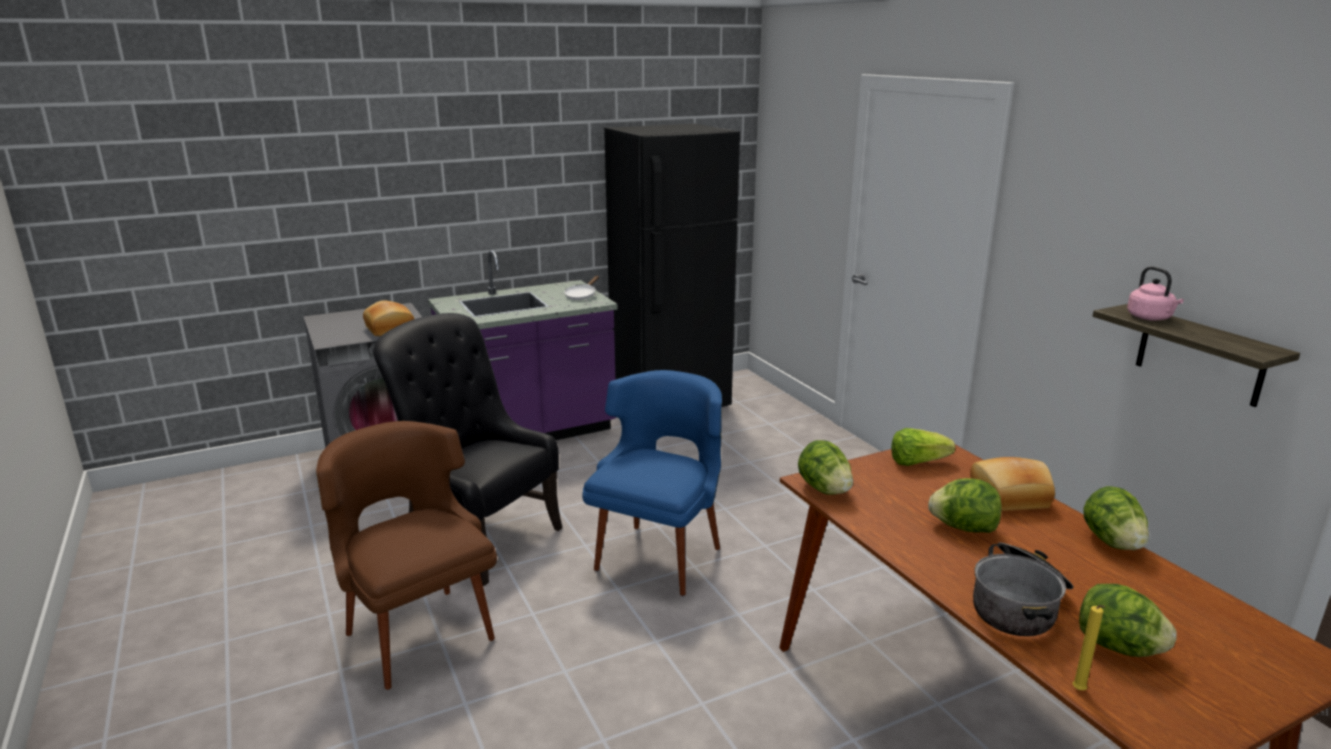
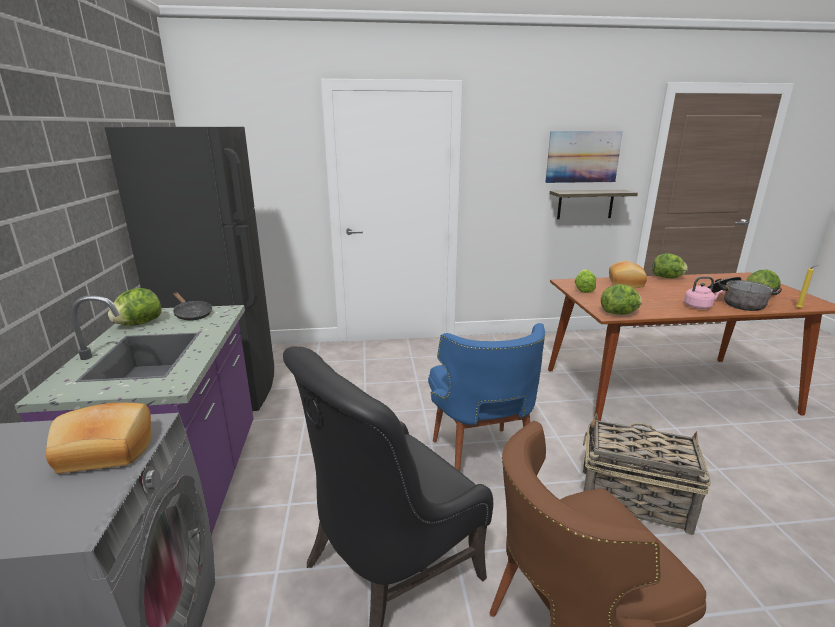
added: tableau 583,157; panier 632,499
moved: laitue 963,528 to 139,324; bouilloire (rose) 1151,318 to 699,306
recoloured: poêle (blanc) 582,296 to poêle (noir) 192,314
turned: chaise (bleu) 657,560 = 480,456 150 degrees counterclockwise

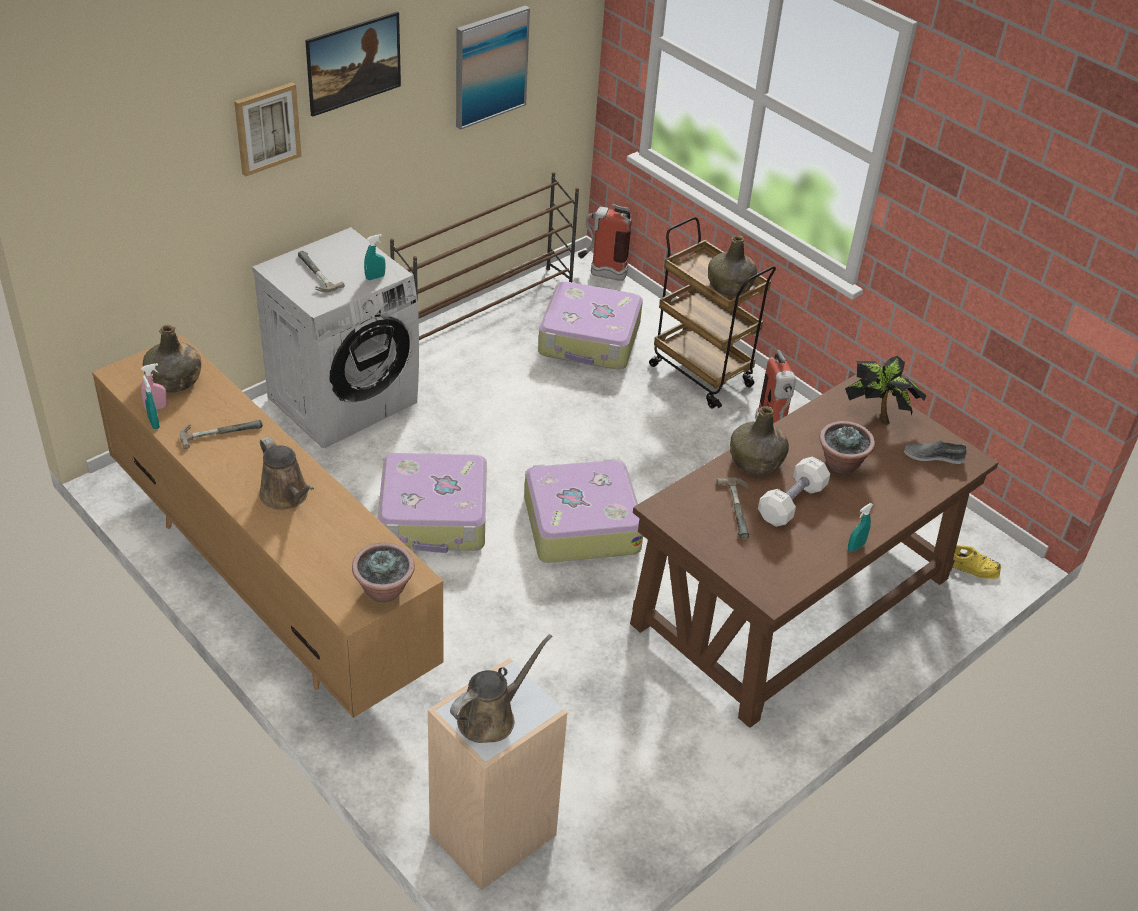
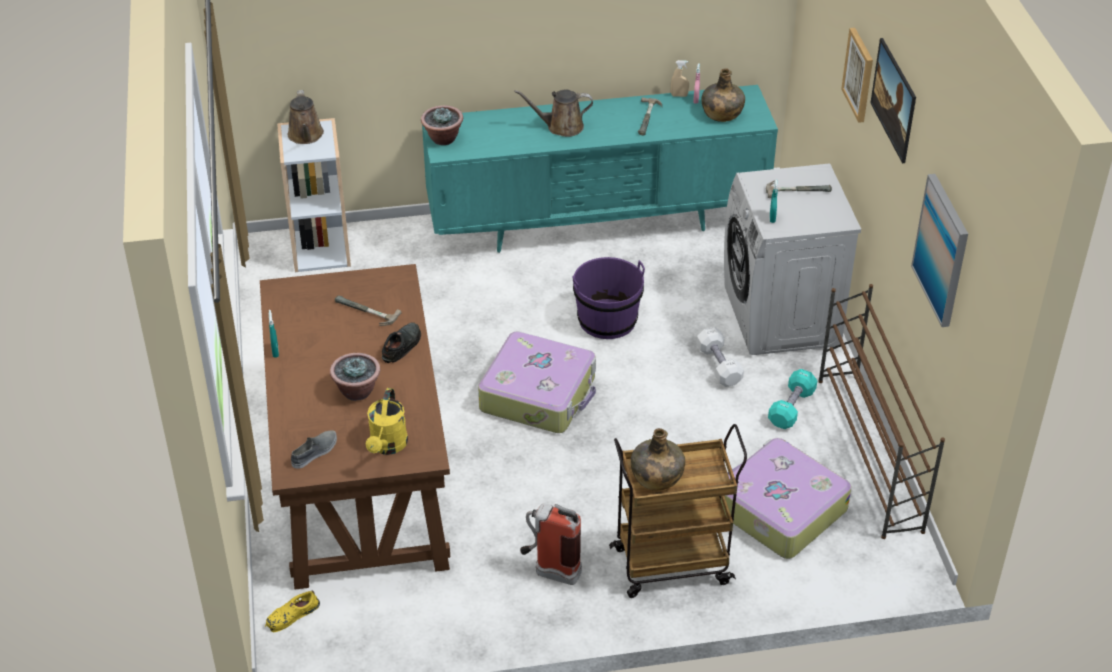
removed: extincteur 601,273
added: haltère (turquoise) 791,408
moved: haltère (blanc) 791,503 to 719,366
replaced: valise 434,516 to seau (violet) 607,320; bouteille (vert) 756,462 to chaussure (noir) 402,345; plante en pot 878,416 to arrosoir (jaune) 387,446
recoloured: meuble de rangement (marron) 267,587 to meuble de rangement (turquoise) 598,223; vaporisateur (turquoise) 154,423 to vaporisateur (beige) 679,95

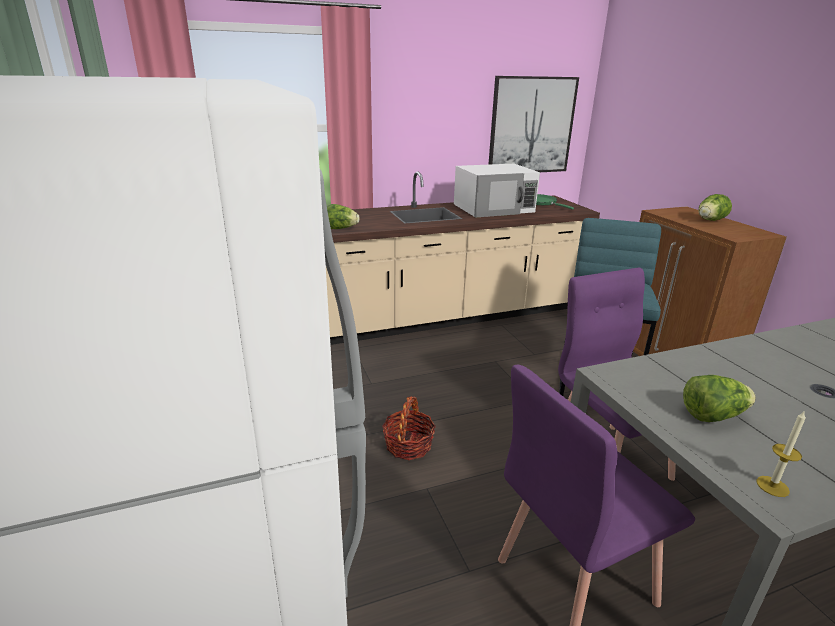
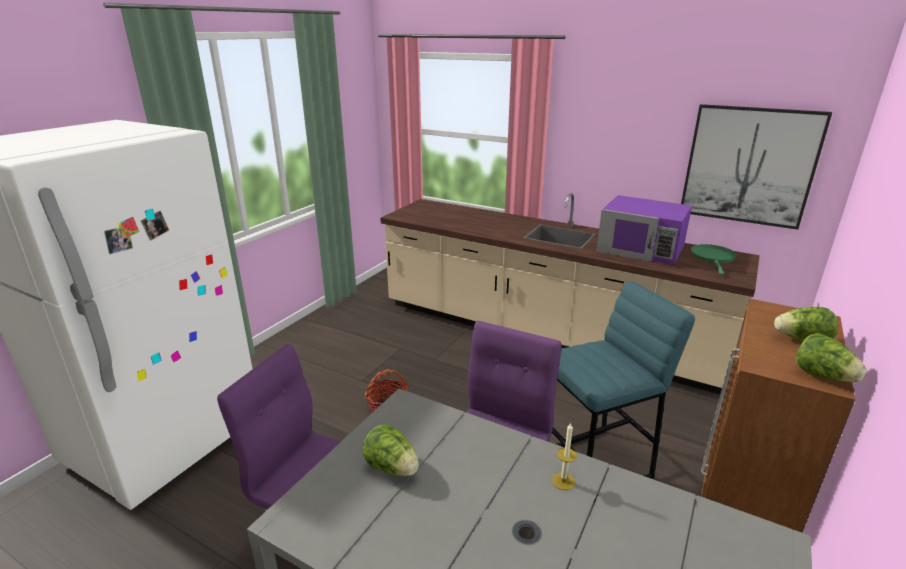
moved: laitue 340,228 to 823,376; bougie 772,486 to 563,481
recoloured: micro-ondes (blanc) 494,208 to micro-ondes (violet) 641,248

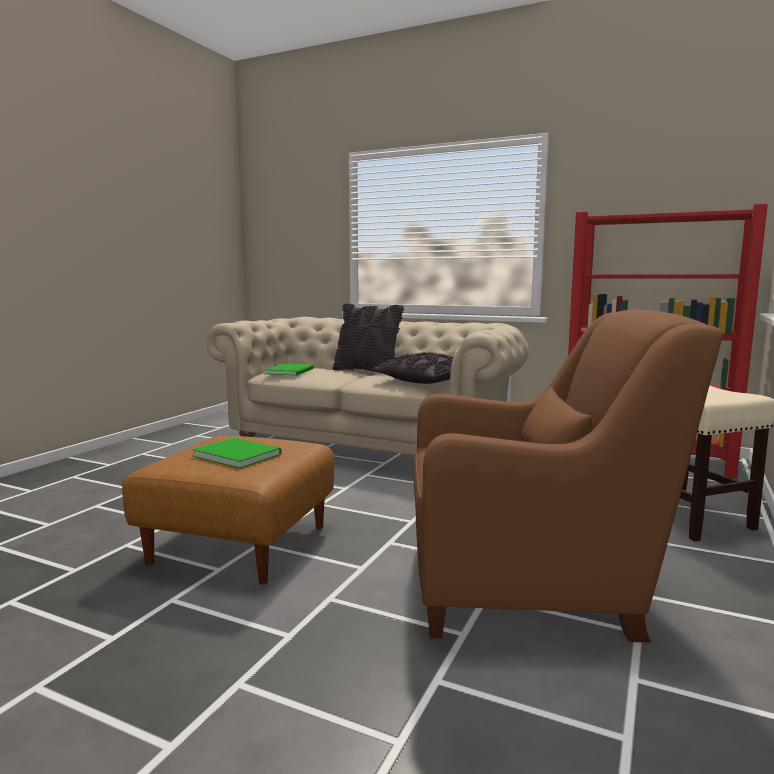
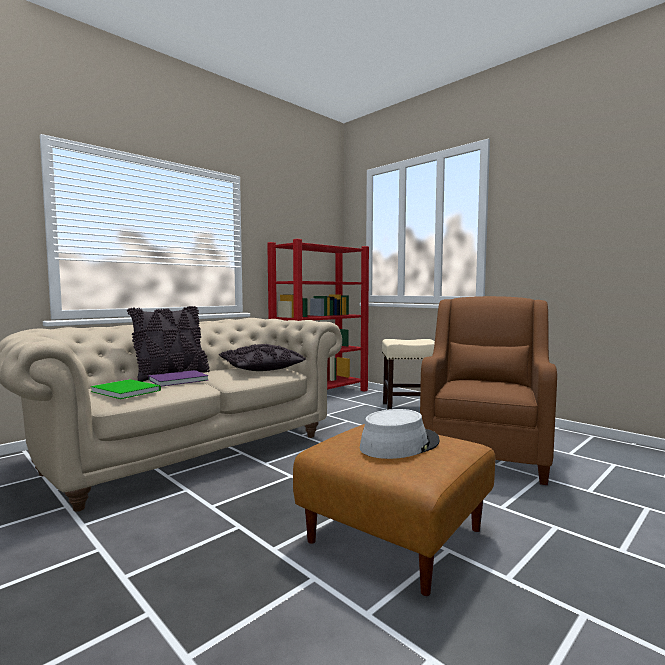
added: livre (violet) 176,380
replaced: livre (vert) 237,454 to chapeau (gris) 399,444

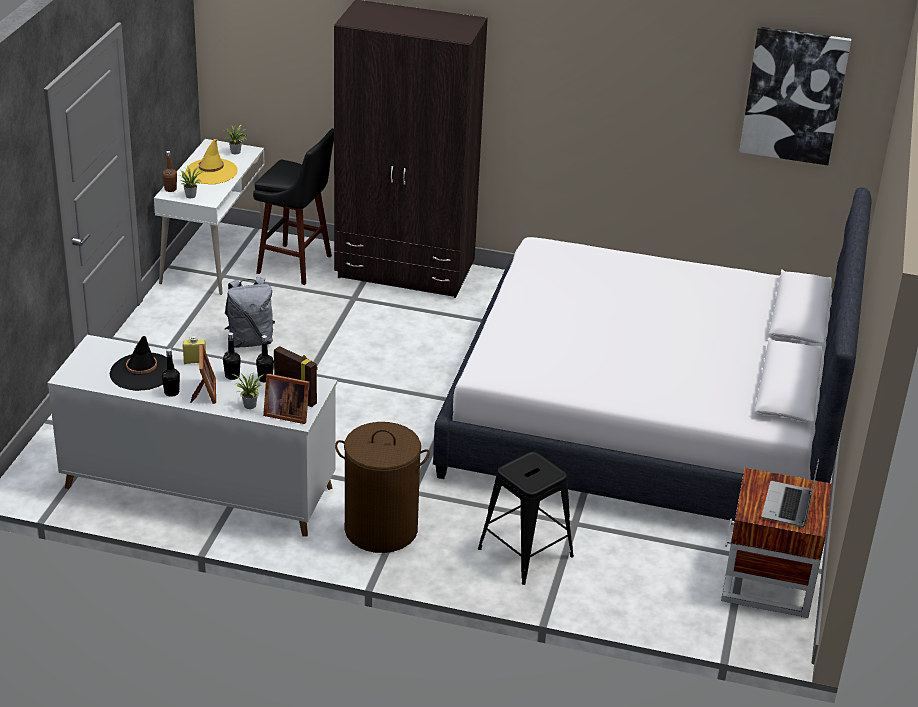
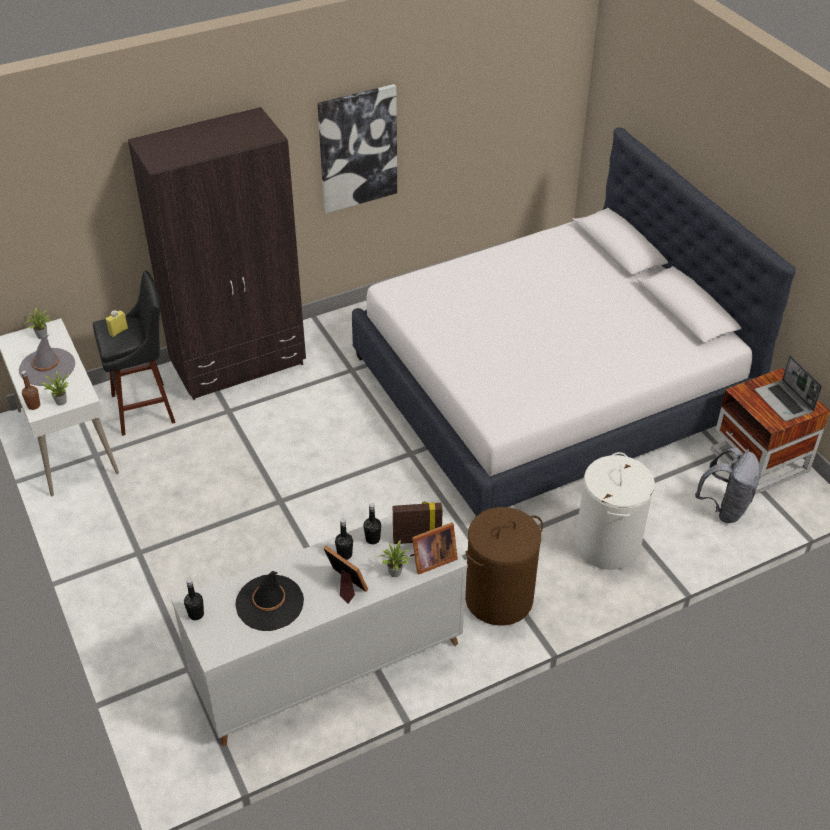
moved: bouteille (noir) 171,392 to 196,614; bouteille (jaune) 195,361 to 118,331; sac à dos (gris) 250,341 to 724,508; tableau 794,95 to 358,148
replaced: tabouret (noir) 525,552 to panier à linge (blanc) 607,545
recoloured: chapeau (jaune) 211,172 to chapeau (gris) 47,367

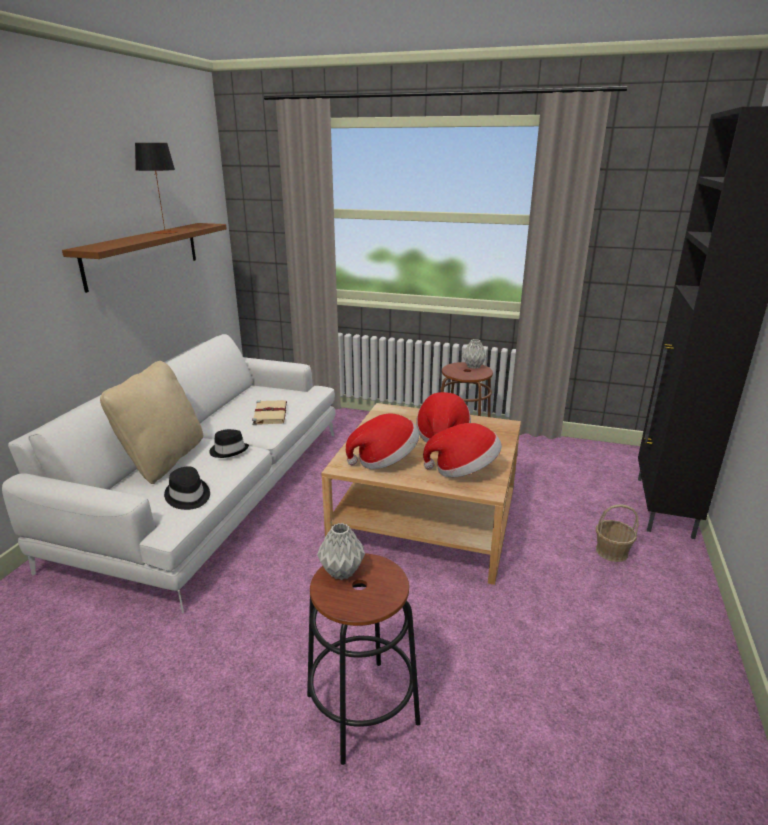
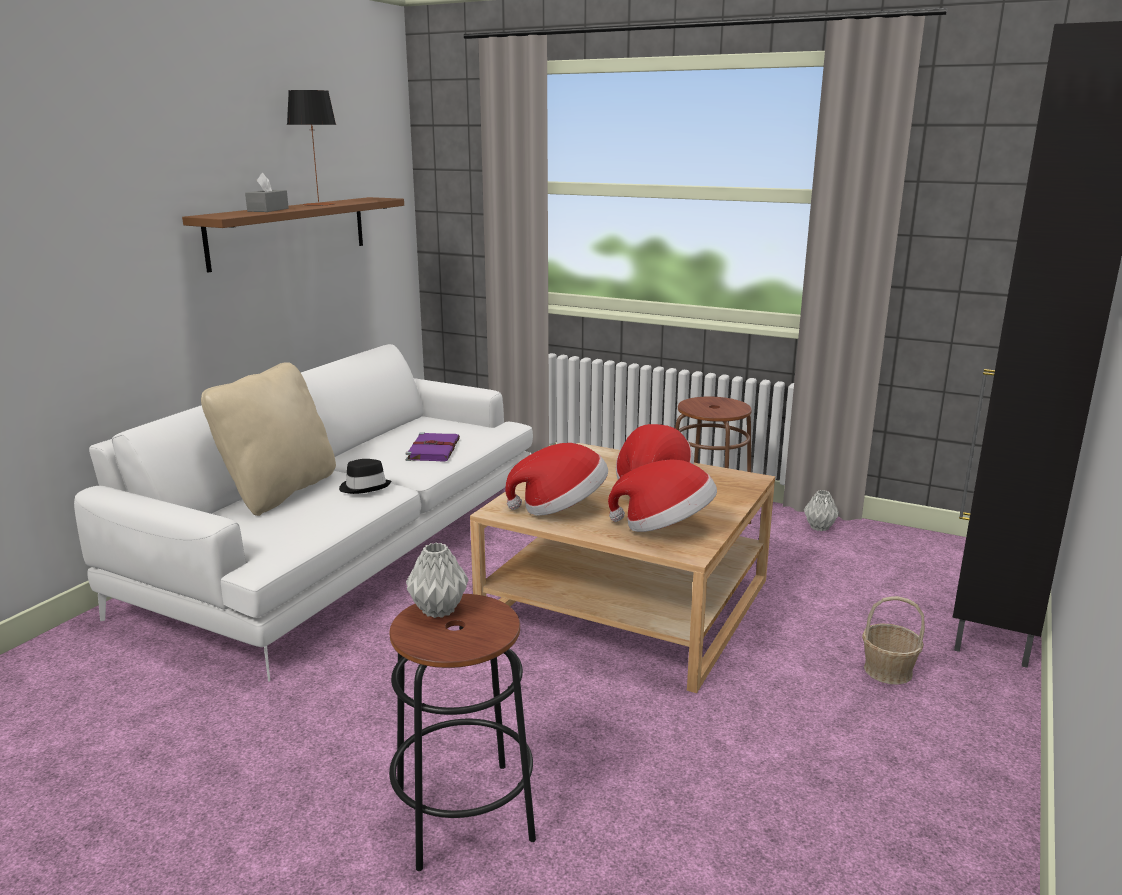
removed: chapeau (noir) 188,496
added: boîte à mouchoirs (gris) 268,210
moved: vase (gris) 473,366 to 818,527
recoloured: livre (beige) 270,414 to livre (violet) 433,449

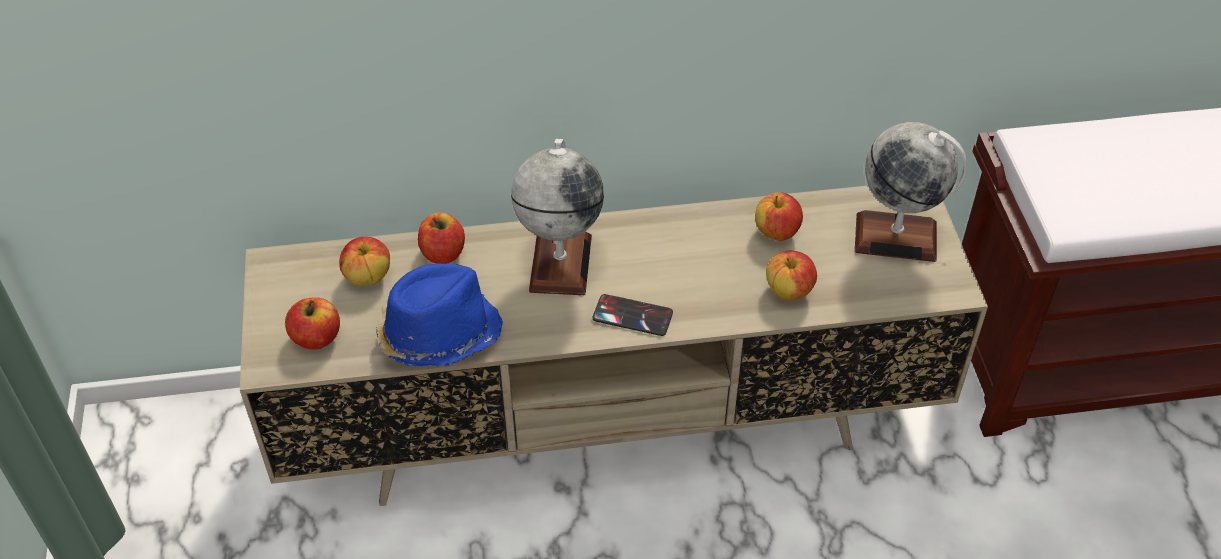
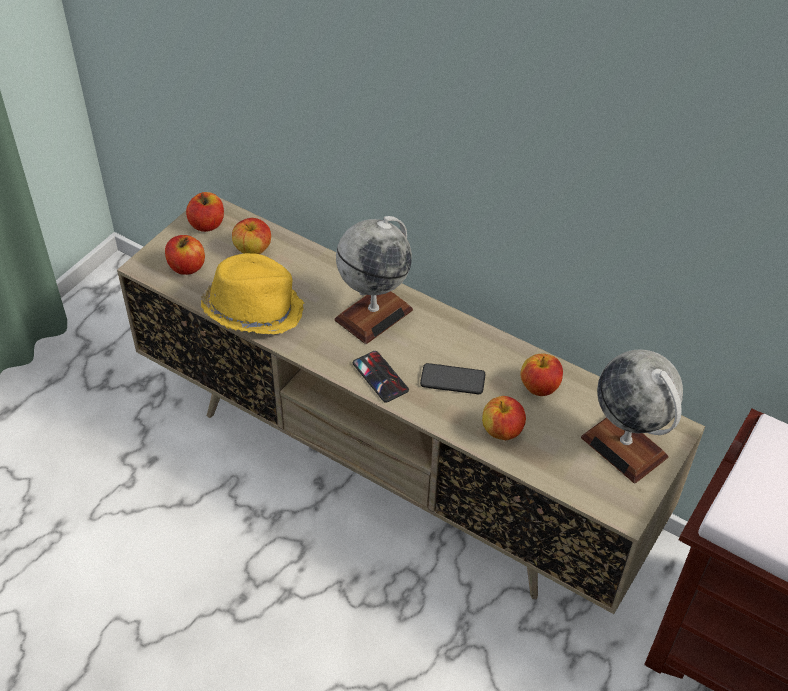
added: téléphone 452,380
moved: pomme 443,253 to 207,224
recoloured: chapeau (bleu) 438,334 to chapeau (jaune) 253,310

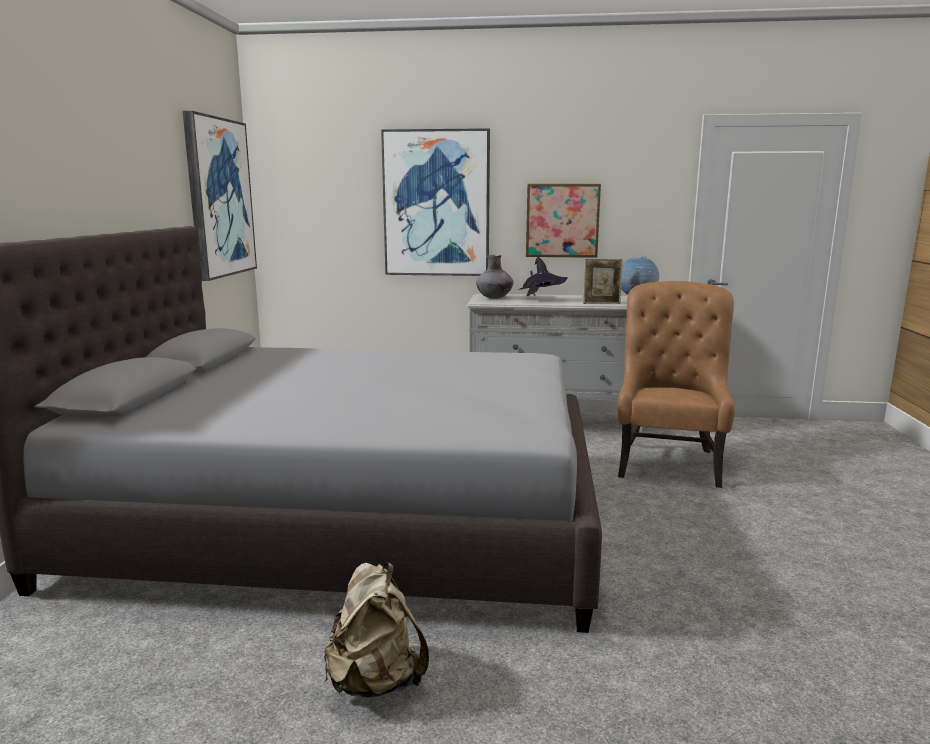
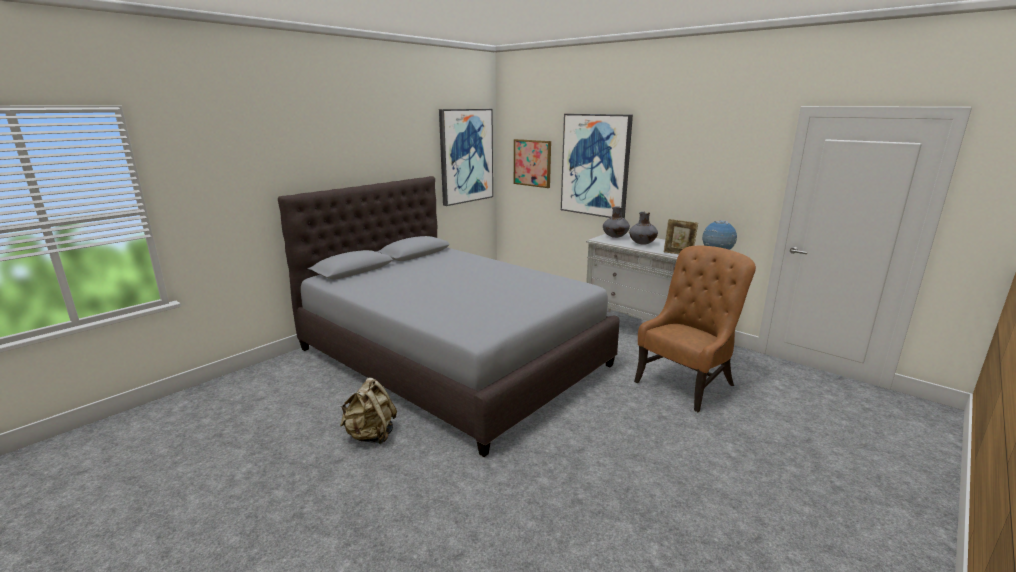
moved: tableau 562,220 to 532,163
replaced: chapeau (noir) 541,300 to vase (gris) 642,244

